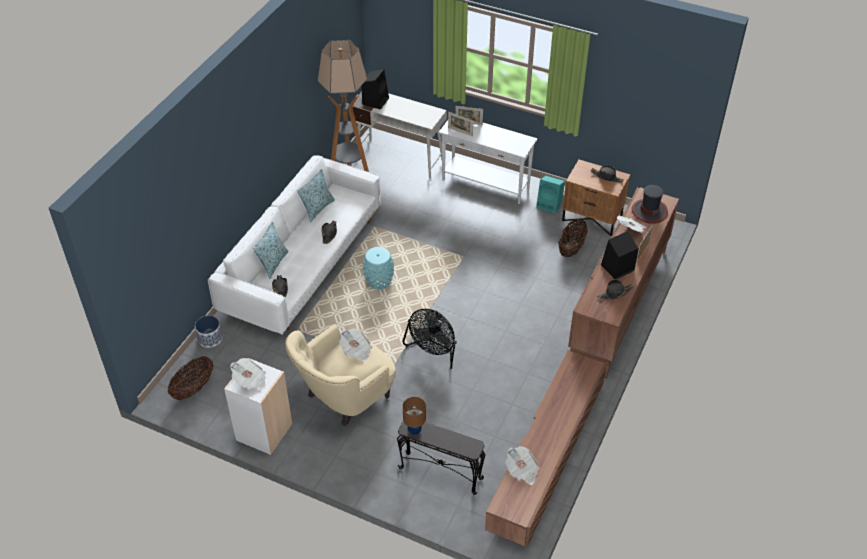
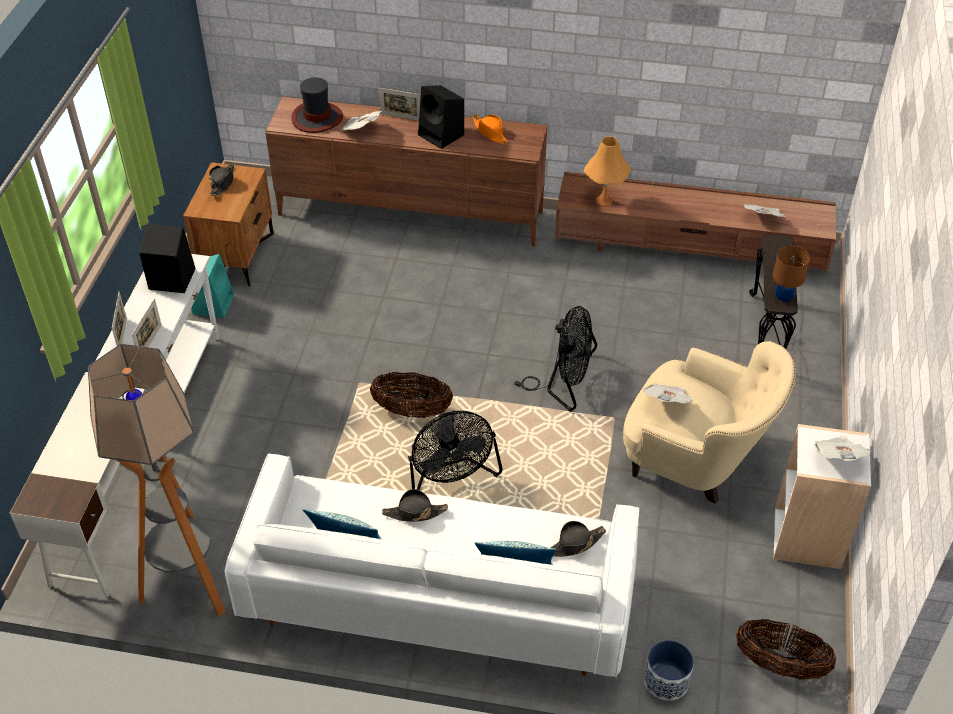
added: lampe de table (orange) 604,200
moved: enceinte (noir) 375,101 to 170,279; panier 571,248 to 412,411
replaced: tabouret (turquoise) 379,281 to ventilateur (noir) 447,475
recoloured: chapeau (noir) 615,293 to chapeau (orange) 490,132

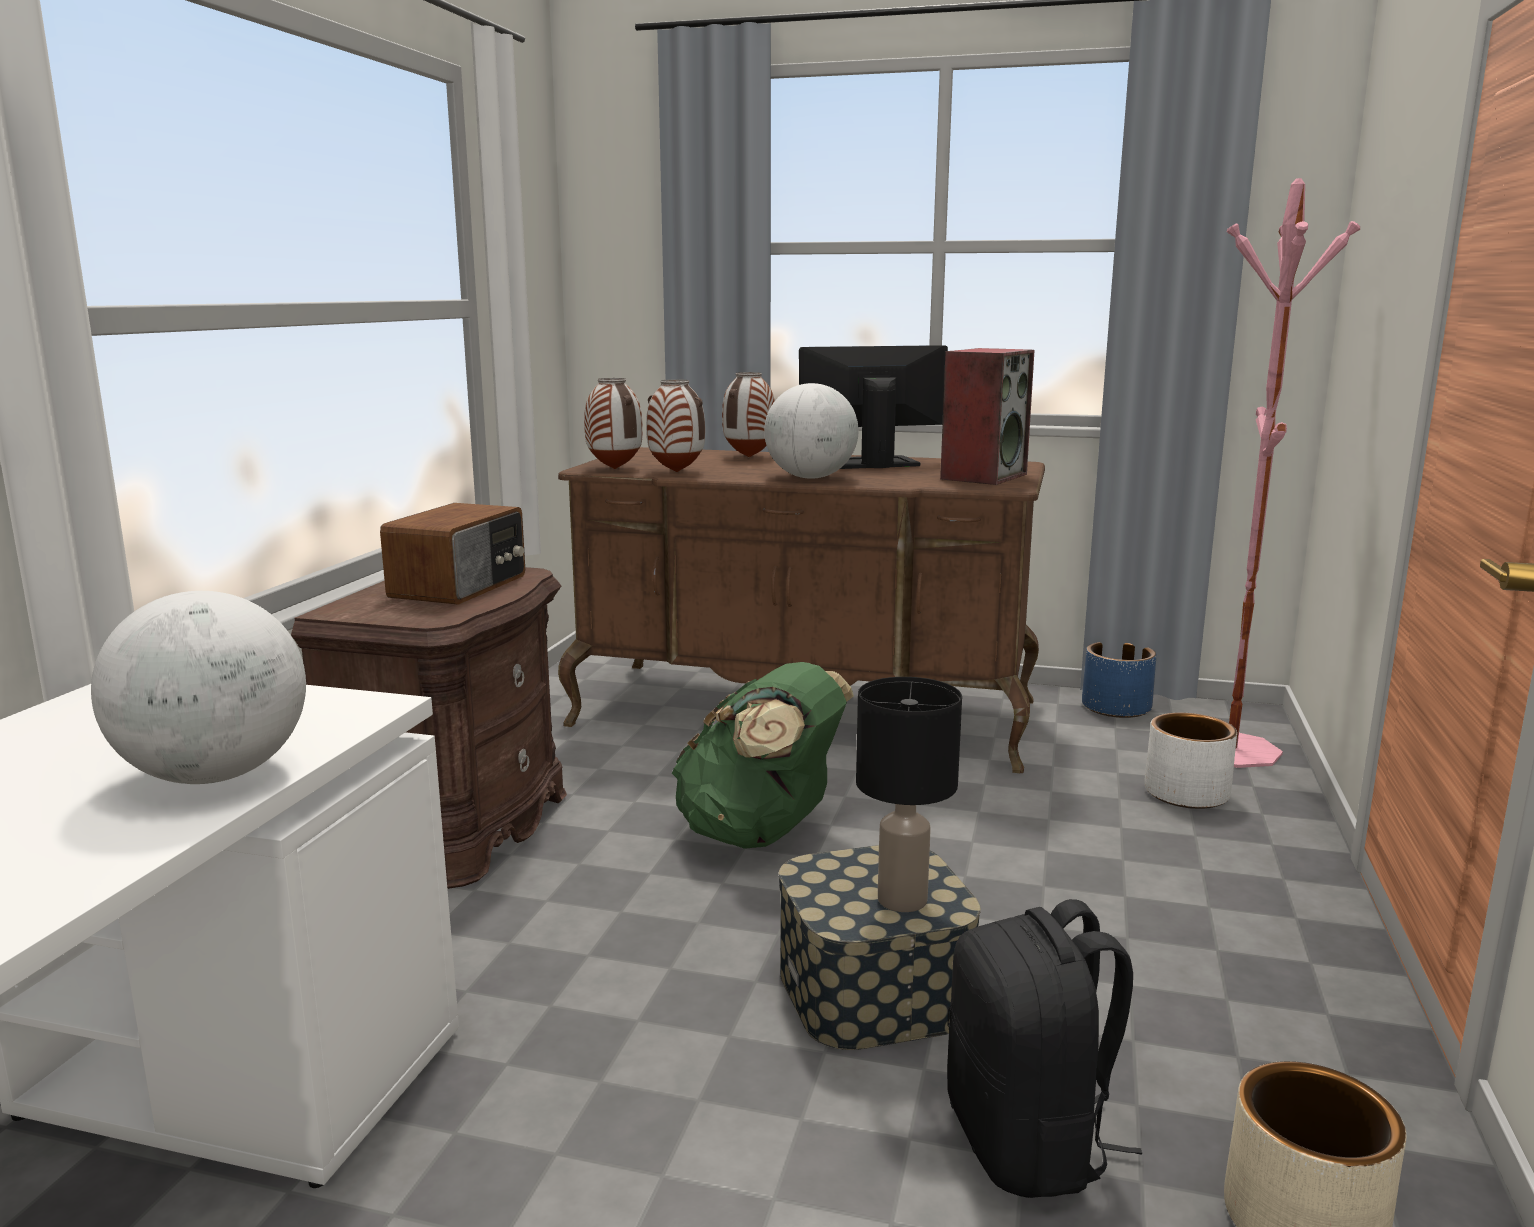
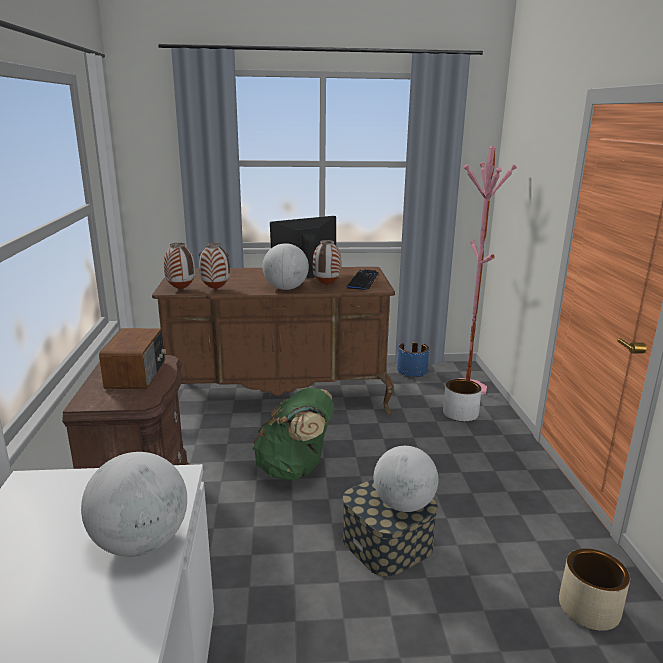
removed: sac à dos (noir) 1029,1143
moved: vase 749,457 to 327,285
replaced: lampe de table (noir) 903,899 to globe 404,504; enceinte 983,476 to clavier 363,280

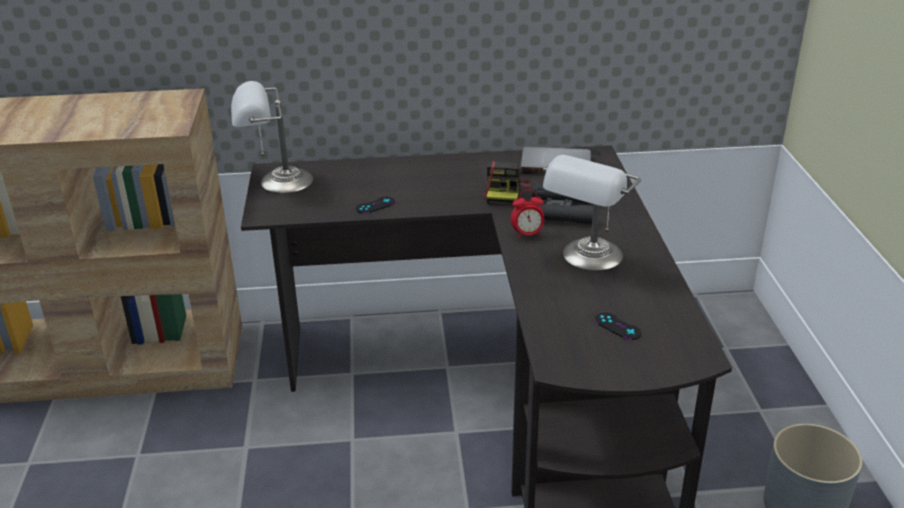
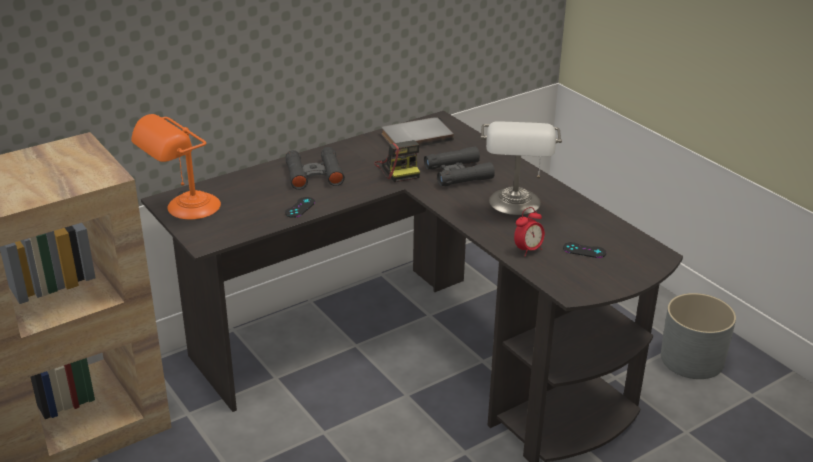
added: jumelles (noir) 314,174
moved: réveil 527,235 to 528,250
recoloured: lampe de table (blanc) 275,182 to lampe de table (orange) 184,210

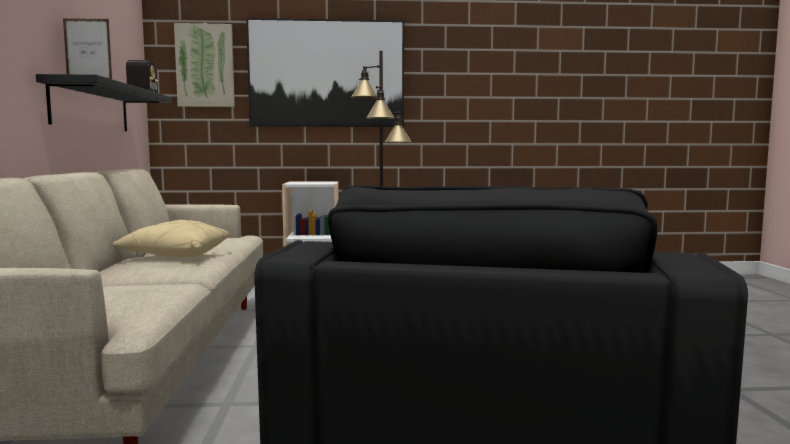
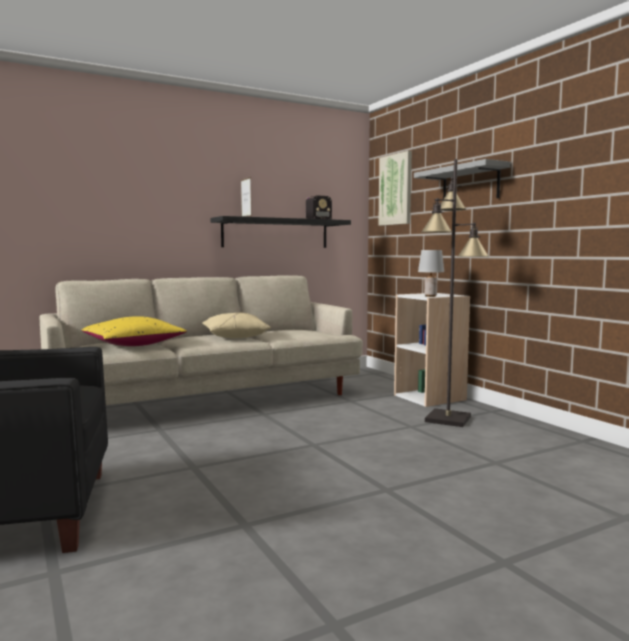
added: coussin (jaune) 134,344; lampe de table (gris) 430,296
replaced: tableau 326,74 to étagère (gris) 470,185

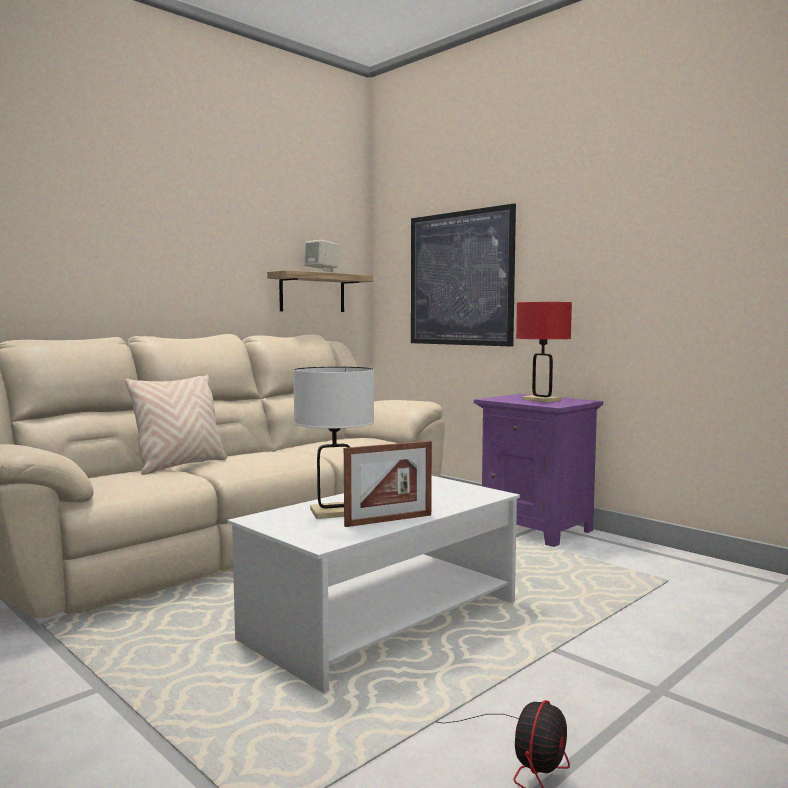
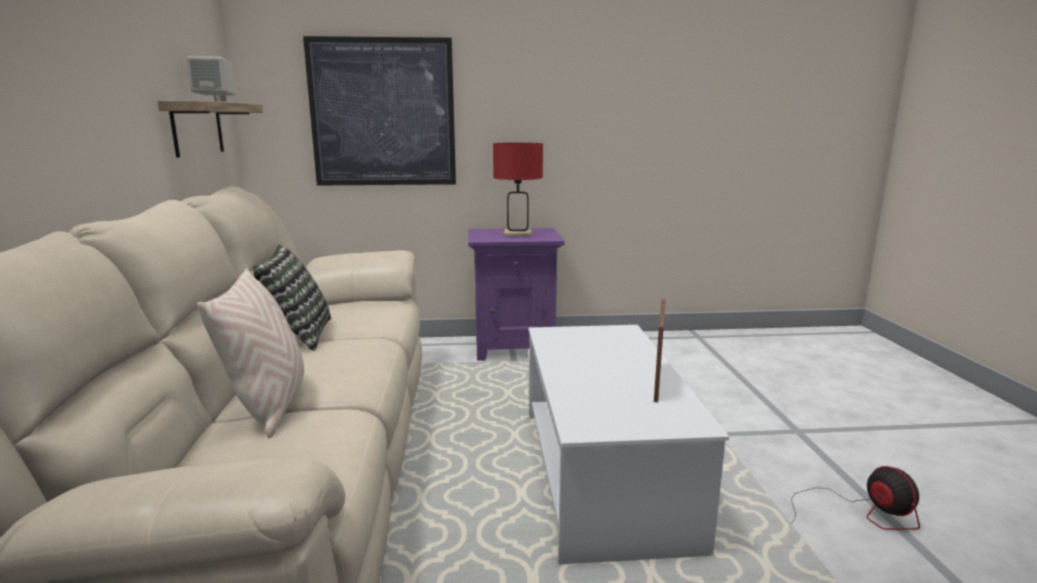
removed: lampe de table (blanc) 334,512
added: coussin 299,335

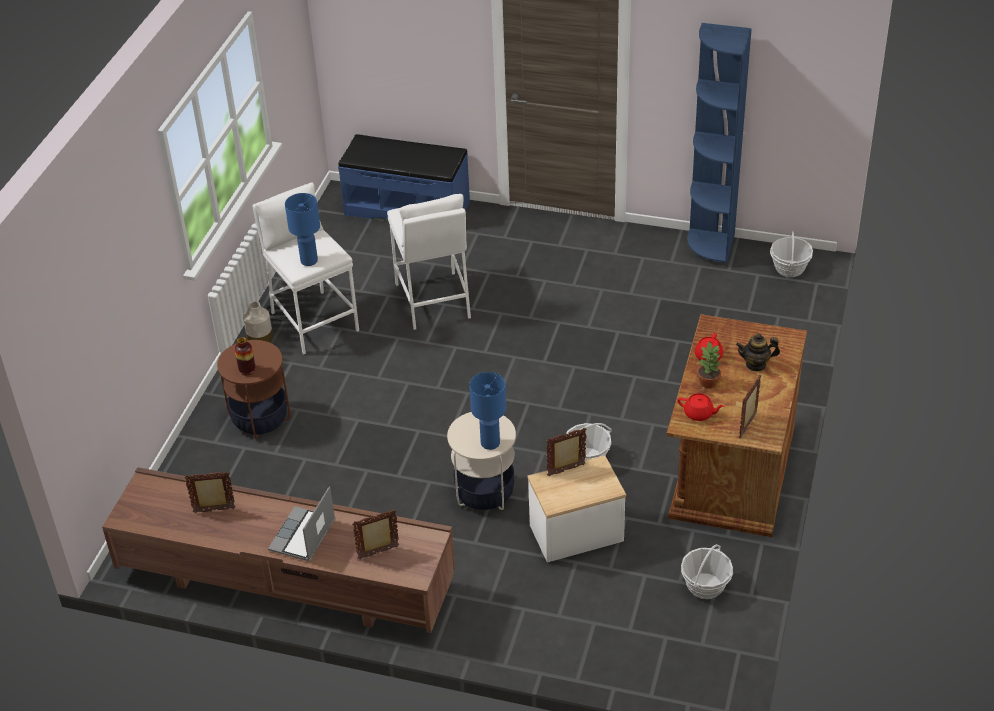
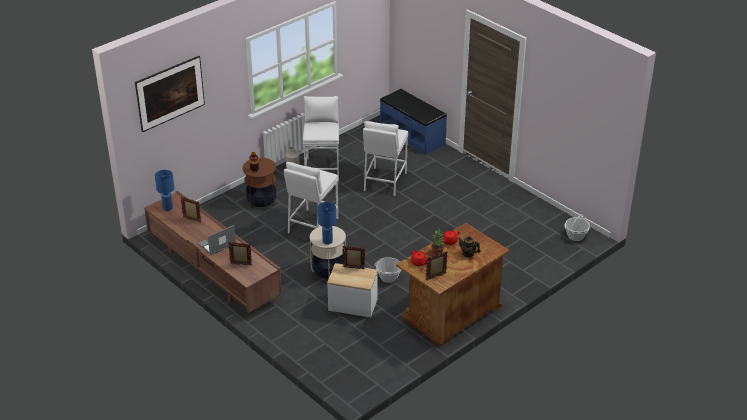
removed: panier 705,586; bibliothèque (bleu) 709,249
added: tableau 171,105; tabouret (blanc) 312,225
moved: lampe de table (bleu) 309,260 to 168,208

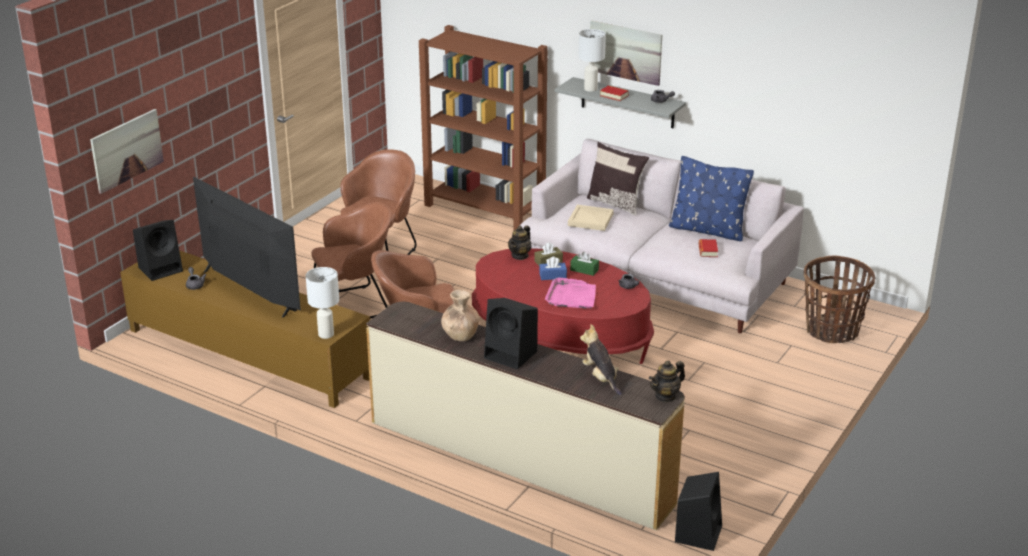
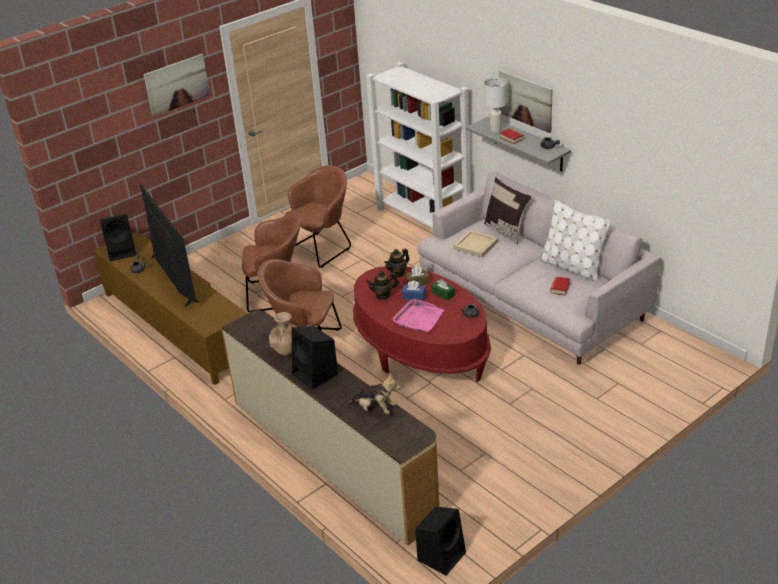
removed: lampe de table (blanc) 326,334; panier 832,331
moved: tableau 127,150 to 177,84; théière 666,396 to 383,295
recoloured: bibliothèque (marron) 485,209 to bibliothèque (blanc) 423,217; coussin (bleu) 707,230 to coussin (blanc) 572,267
turned: peluche 601,378 = 375,408 120 degrees clockwise

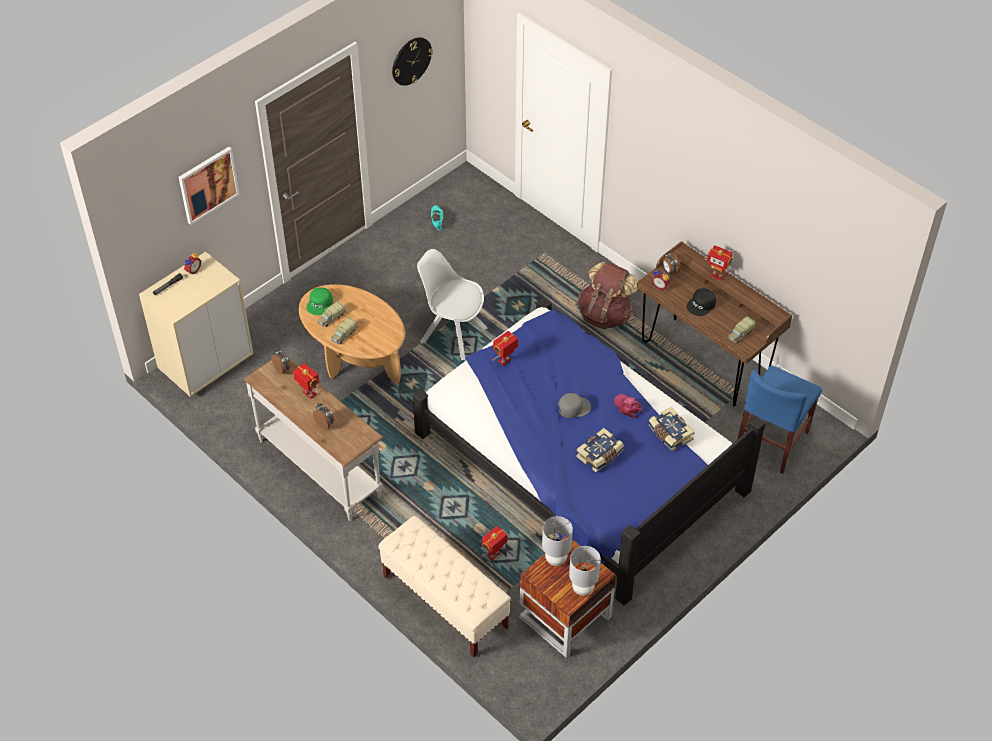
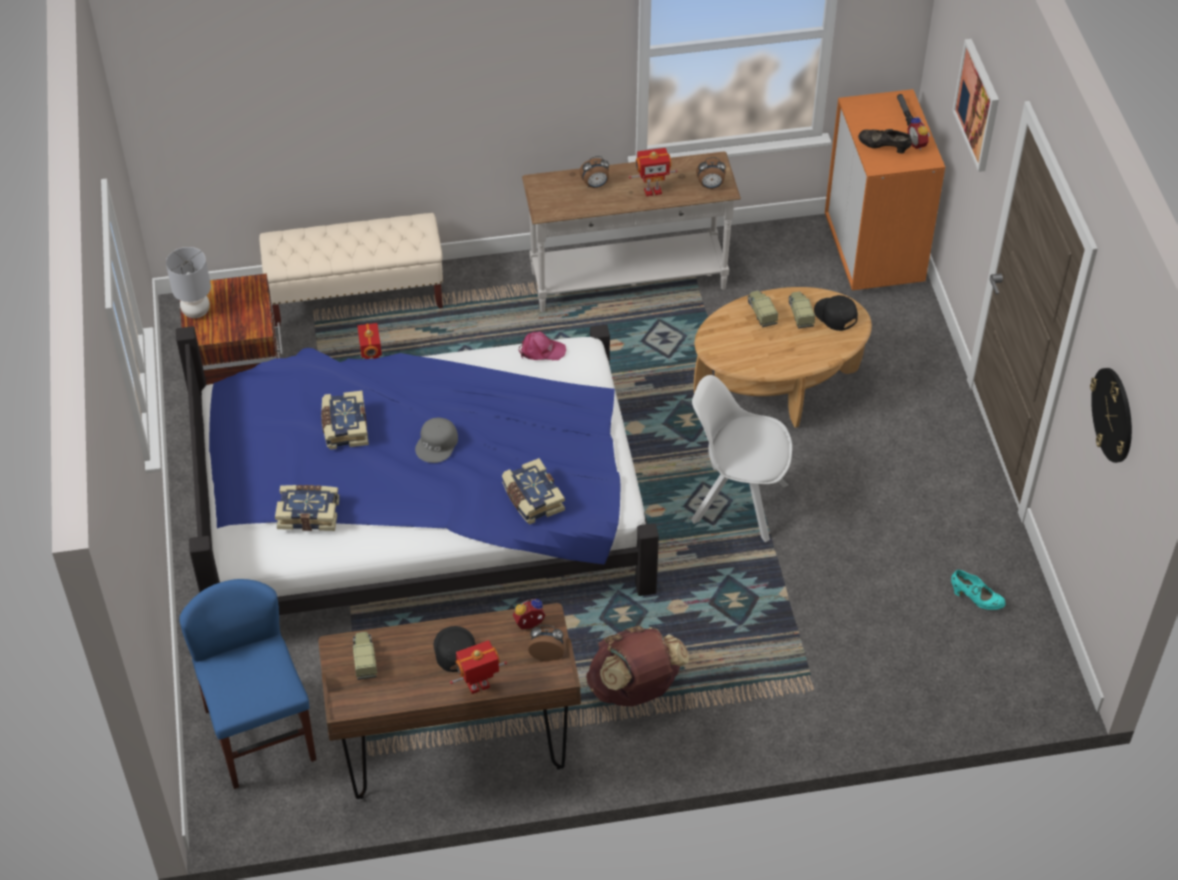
removed: robot jouet 505,361; lampe de table (gris) 556,559
added: livre 532,499; chaussure (noir) 883,148
moved: casquette (rose) 628,407 to 541,350
recoloured: meuble de rangement (beige) 207,365 to meuble de rangement (orange) 873,254; casquette (vert) 320,303 to casquette (noir) 835,315
turned: chaise (blanc) 452,334 = 737,502 135 degrees counterclockwise

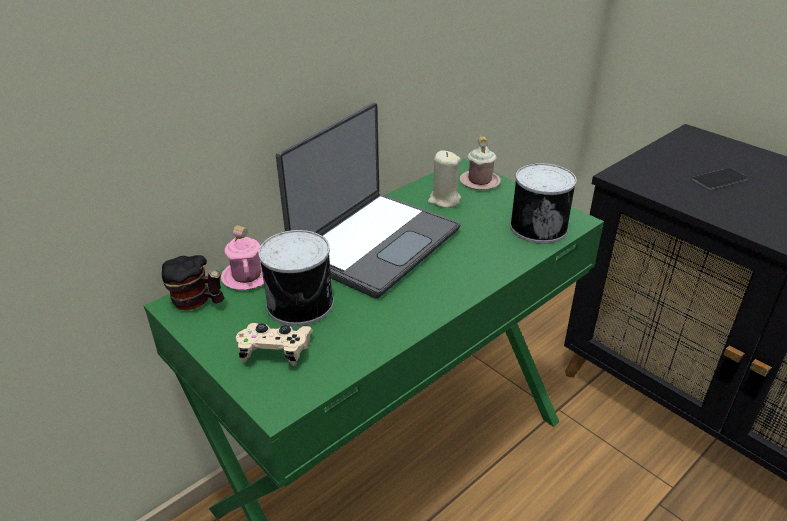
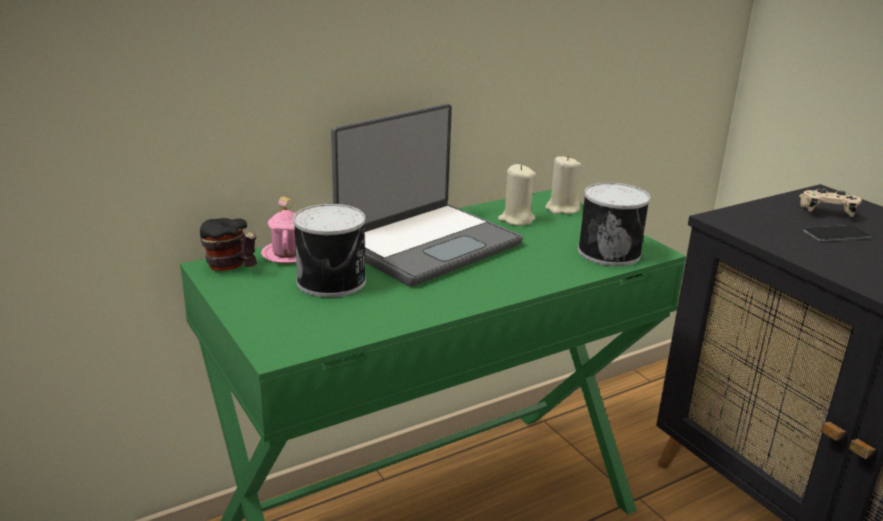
moved: manette (beige) 275,351 to 826,212
replaced: mug (rose) 479,181 to bougie (beige) 562,209

